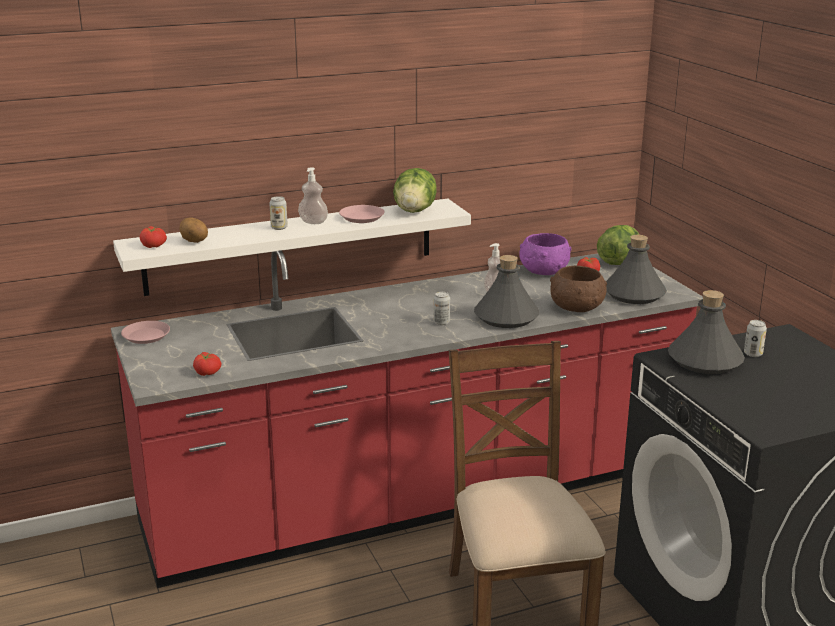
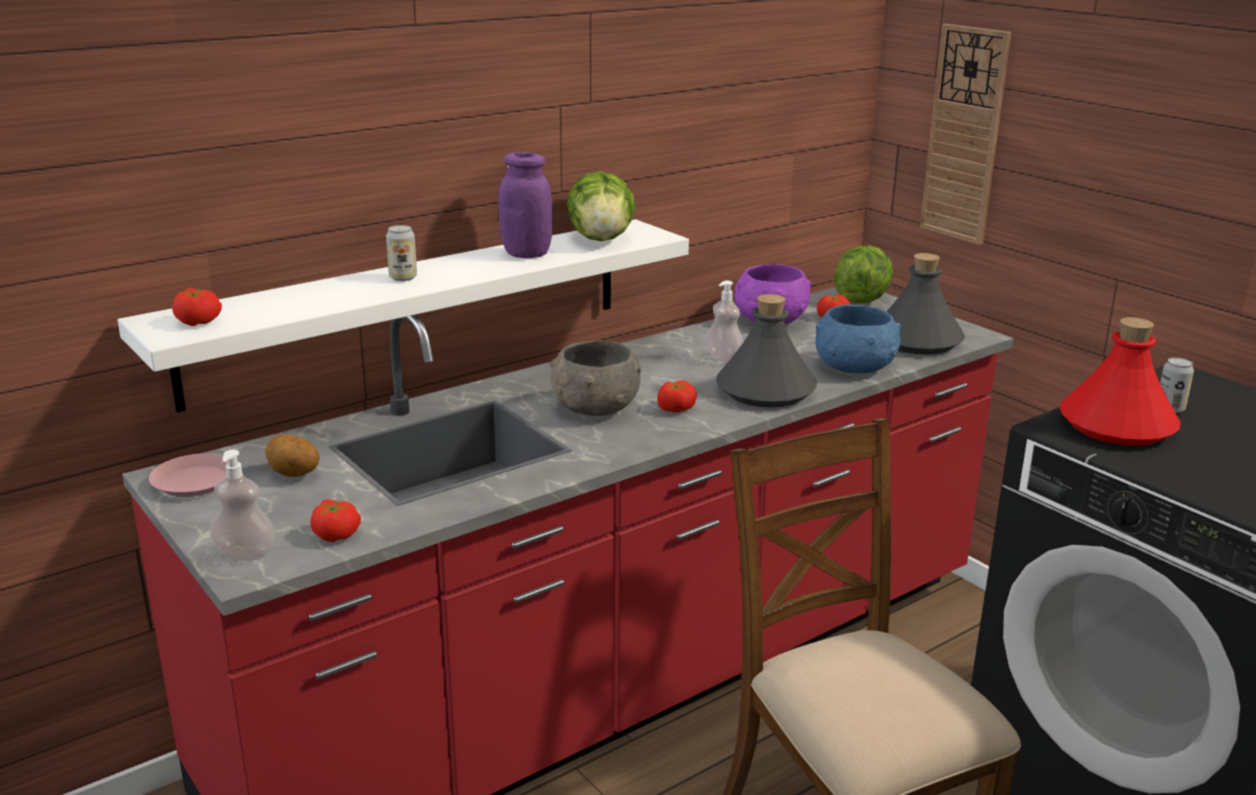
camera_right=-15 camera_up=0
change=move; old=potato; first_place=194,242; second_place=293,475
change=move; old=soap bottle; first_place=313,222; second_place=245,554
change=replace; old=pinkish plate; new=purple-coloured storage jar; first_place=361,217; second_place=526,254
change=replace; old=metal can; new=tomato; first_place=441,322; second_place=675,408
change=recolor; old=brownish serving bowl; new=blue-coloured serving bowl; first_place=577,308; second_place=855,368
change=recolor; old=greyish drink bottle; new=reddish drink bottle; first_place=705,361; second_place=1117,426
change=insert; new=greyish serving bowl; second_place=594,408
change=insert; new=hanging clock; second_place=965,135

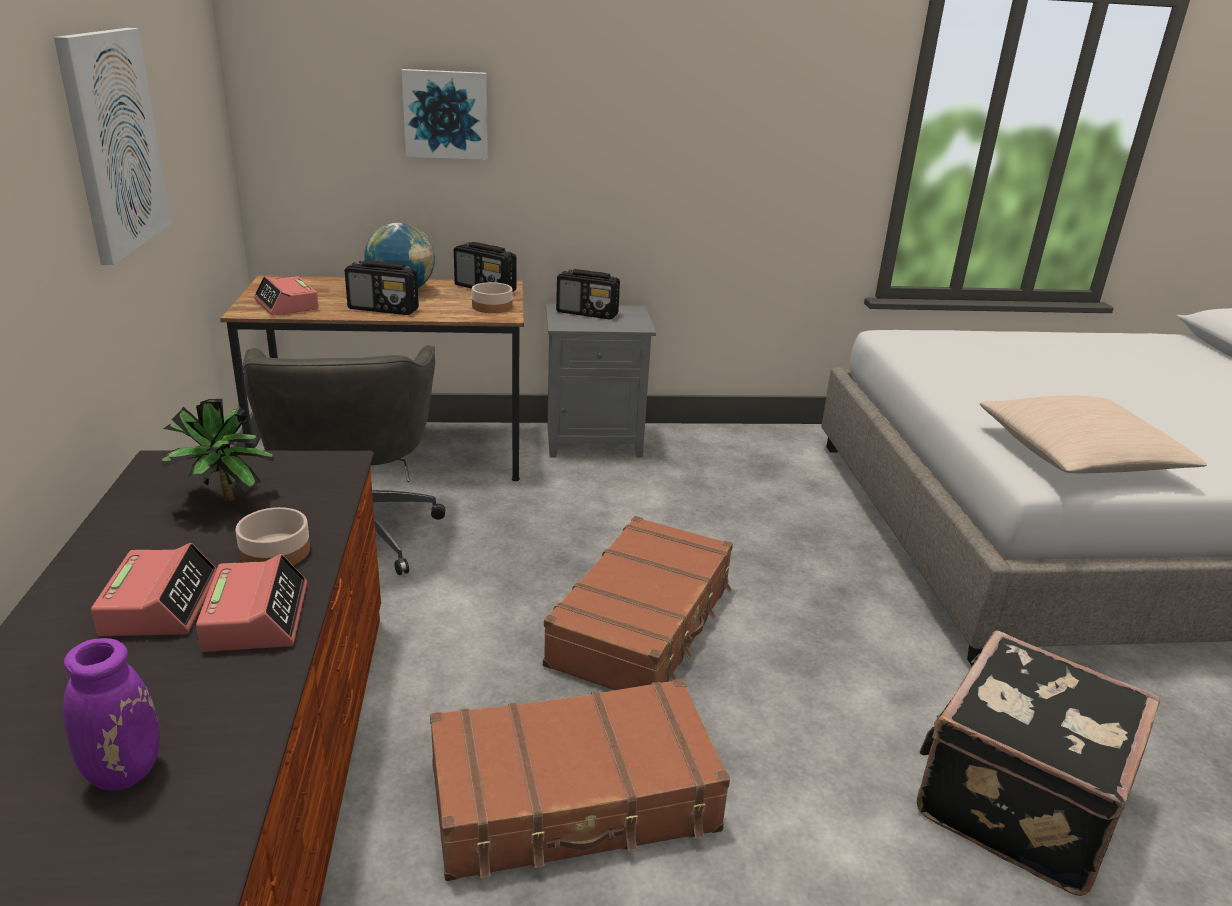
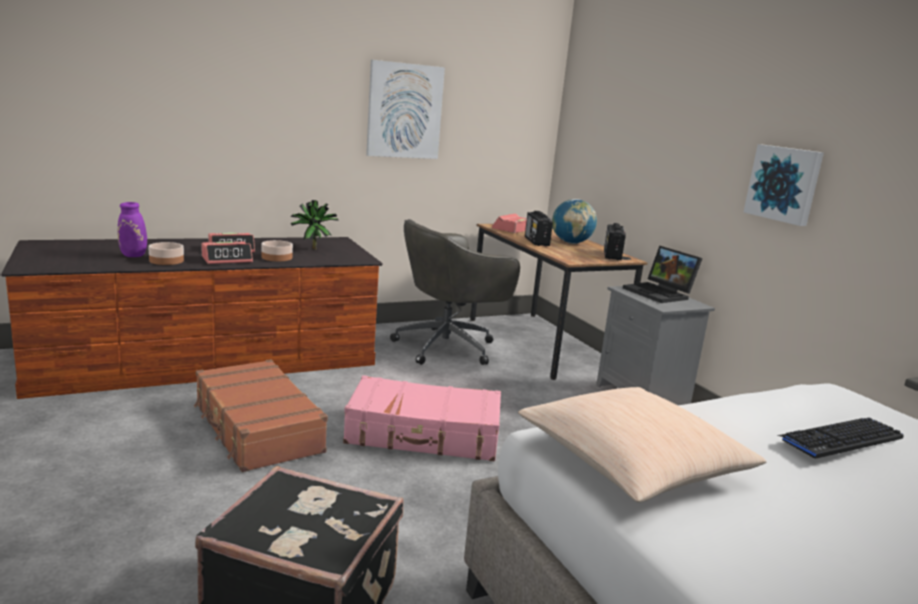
camera_right=70 camera_up=-10
change=move; old=wall art; first_place=446,114; second_place=784,184
change=move; old=serving bowl; first_place=491,306; second_place=167,260
change=recolor; old=brownish travel case; new=pinkish travel case; first_place=643,624; second_place=424,435
change=replace; old=radio set; new=portable computer; first_place=587,313; second_place=660,293
change=insert; new=PC keyboard; second_place=840,439

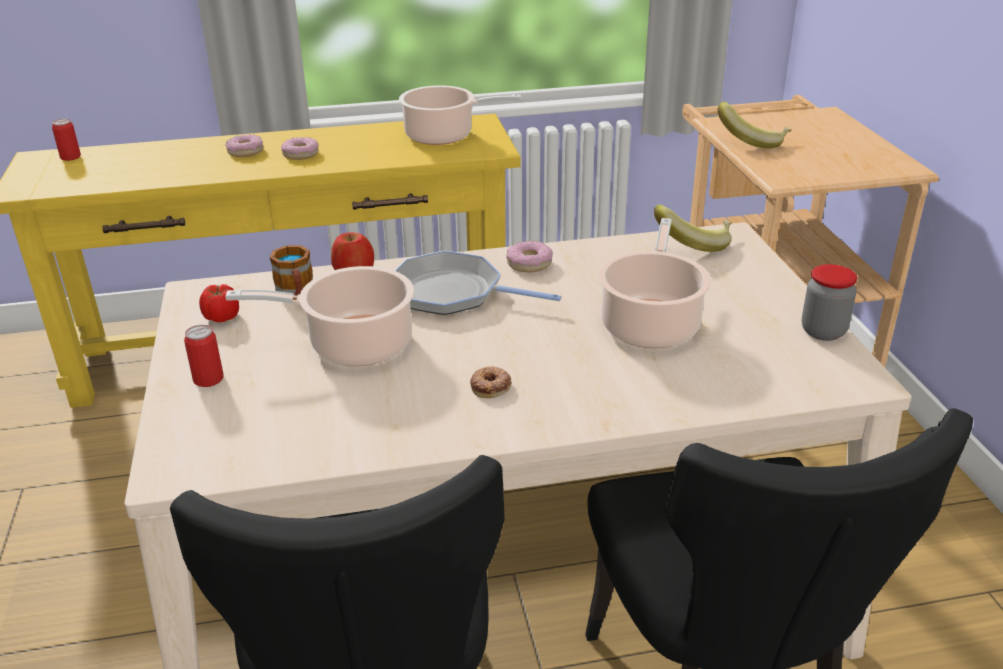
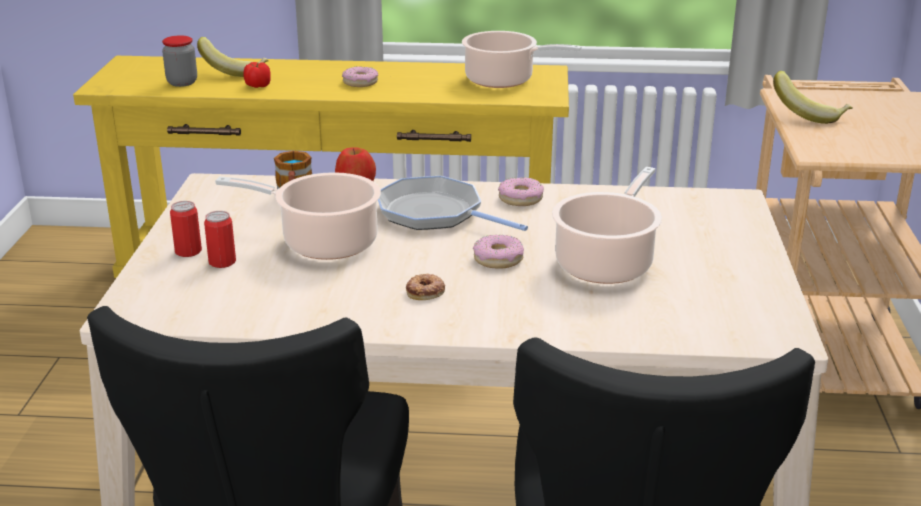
camera_right=15 camera_up=-5
change=move; old=metal can; first_place=70,157; second_place=222,262
change=move; old=tomato; first_place=221,318; second_place=257,86
change=move; old=ring doughnut; first_place=245,151; second_place=498,259
change=move; old=banana; first_place=693,243; second_place=234,72
change=move; old=storage jar; first_place=823,331; second_place=182,82

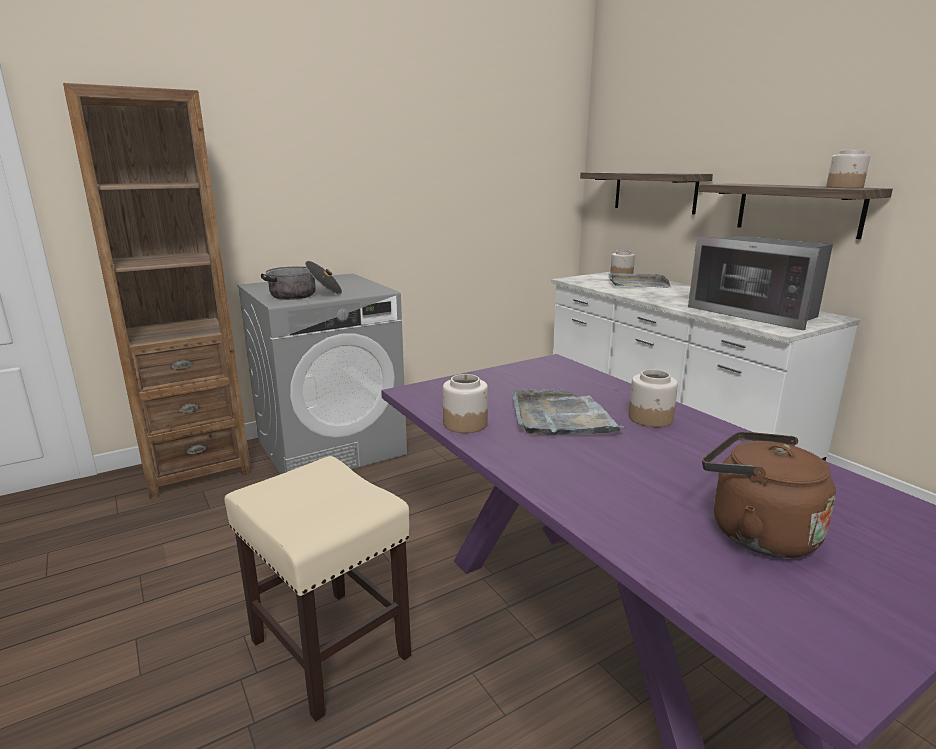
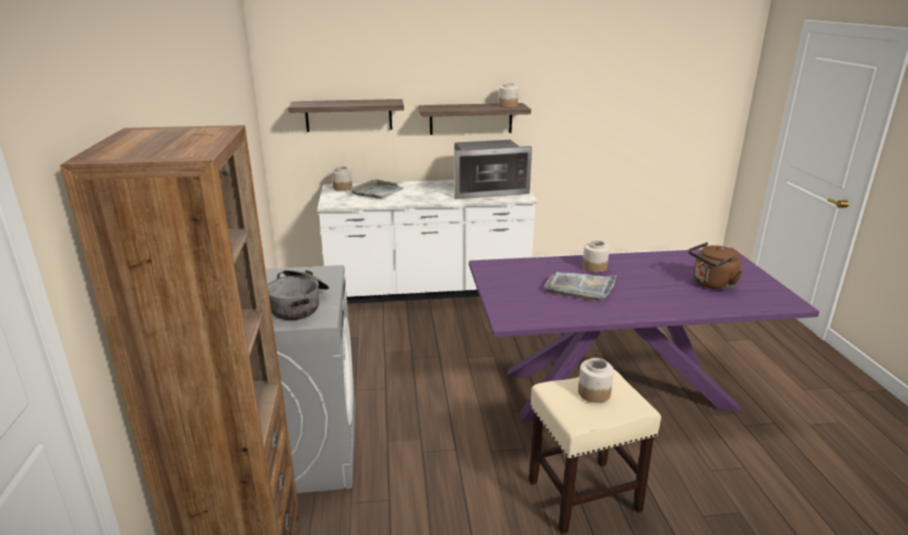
camera_right=-65 camera_up=5
change=move; old=storage jar; first_place=465,423; second_place=593,393

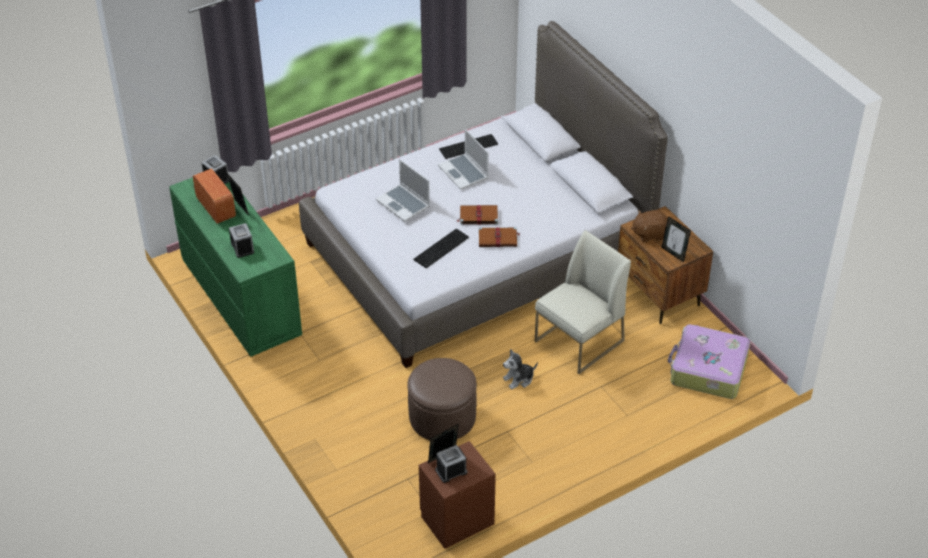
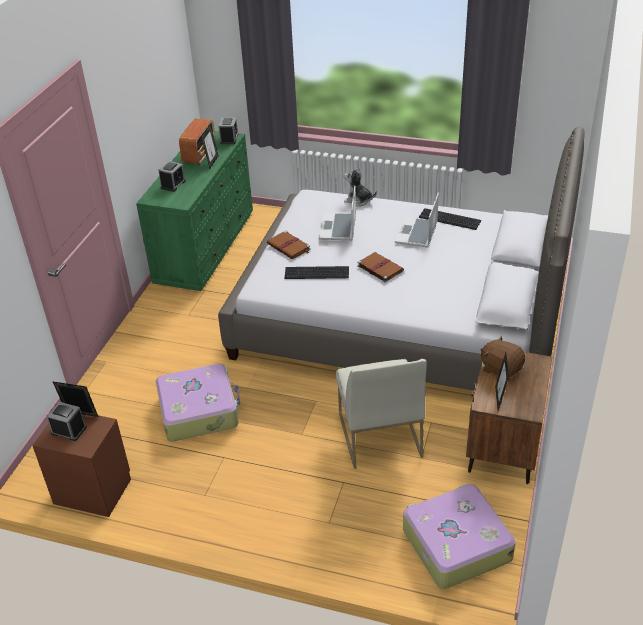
camera_right=50 camera_up=-5
change=replace; old=brownish pouffe; new=travel case; first_place=442,417; second_place=199,410
change=move; old=brownish bound book; first_place=498,238; second_place=289,247
change=move; old=soft toy; first_place=519,379; second_place=358,200
change=rotate; old=whitish upright chair; first_place=579,341; second_place=378,434; degrees=75

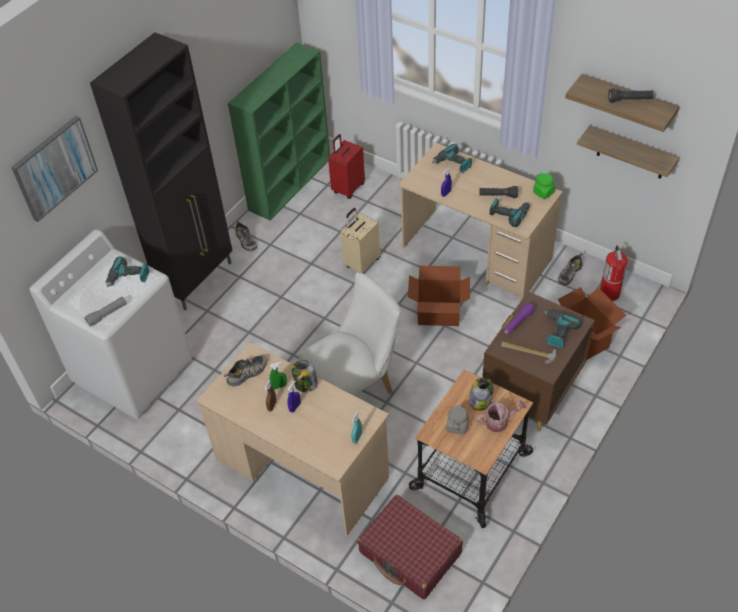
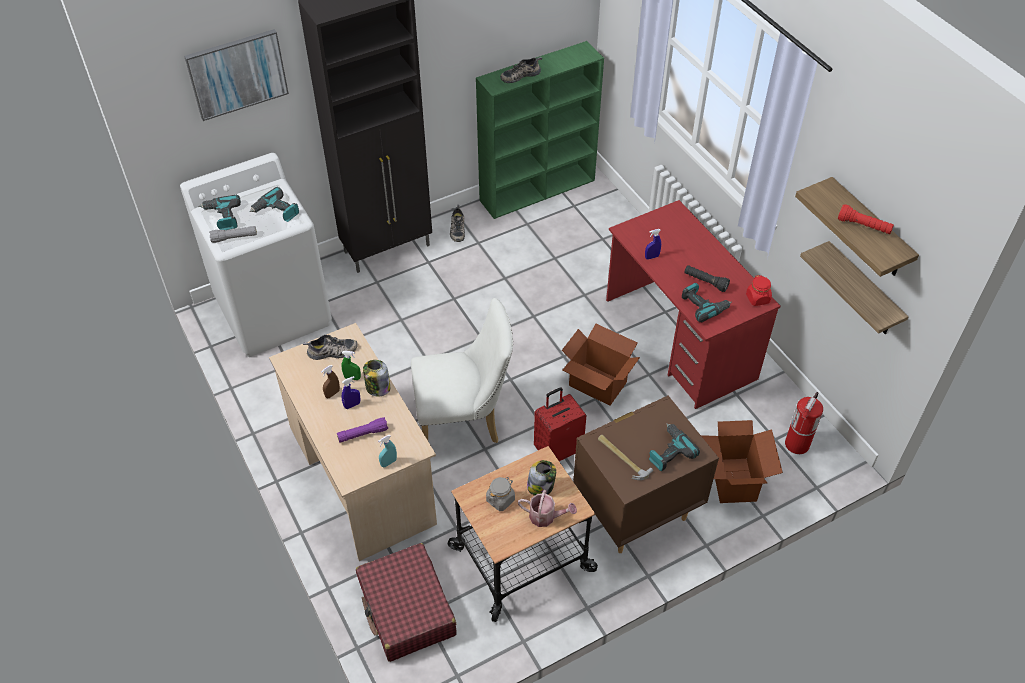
camera_right=25 camera_up=0
change=move; old=reddish travel case; first_place=348,188; second_place=558,450
change=delete; old=sand-coloured travel case; first_place=361,262
change=recolor; old=sand-coloured desk unit; new=reddish desk unit; first_place=476,254; second_place=679,339
change=move; old=electric drill; first_place=452,164; second_place=223,217
change=move; old=purple-coloured hand torch; first_place=518,322; second_place=363,434
change=recolor; old=green storage jar; new=reddish storage jar; first_place=543,192; second_place=758,298
change=move; old=low shoe; first_place=569,273; second_place=520,75
change=recolor; old=black-coloured hand torch; new=reddish hand torch; first_place=629,100; second_place=864,226

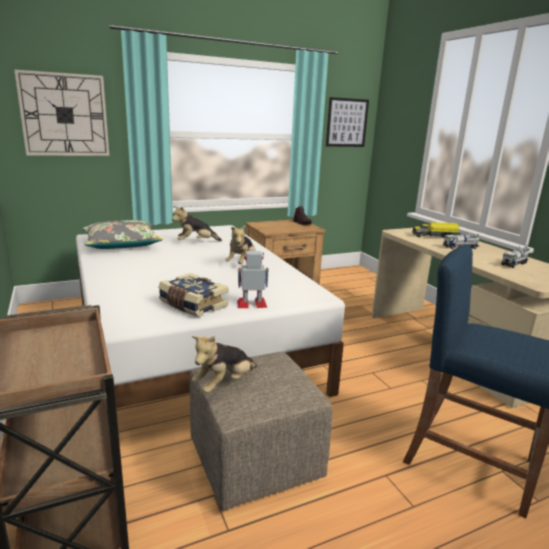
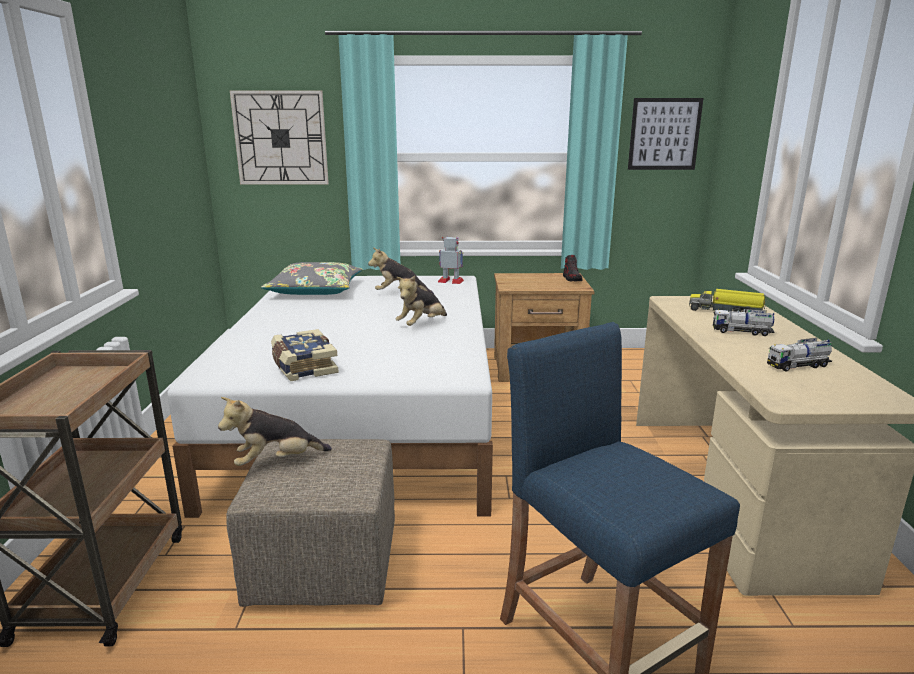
camera_right=25 camera_up=0
change=move; old=toy robot; first_place=252,304; second_place=451,281

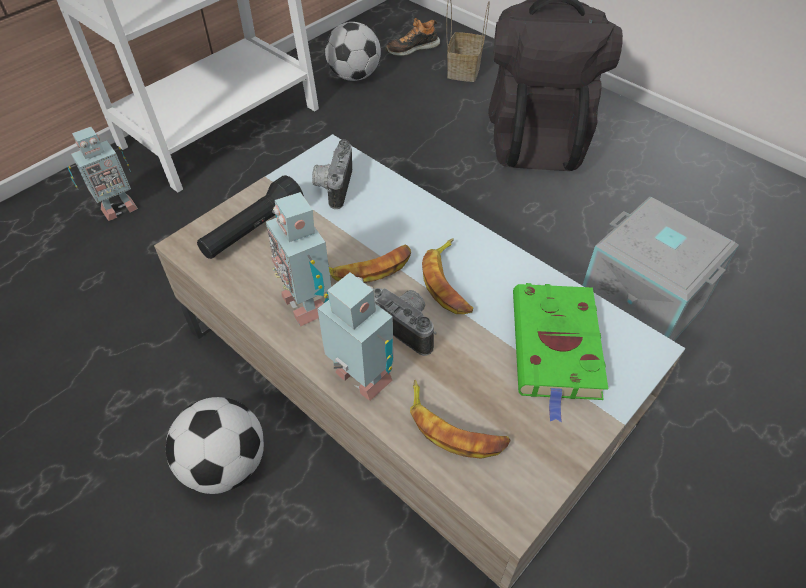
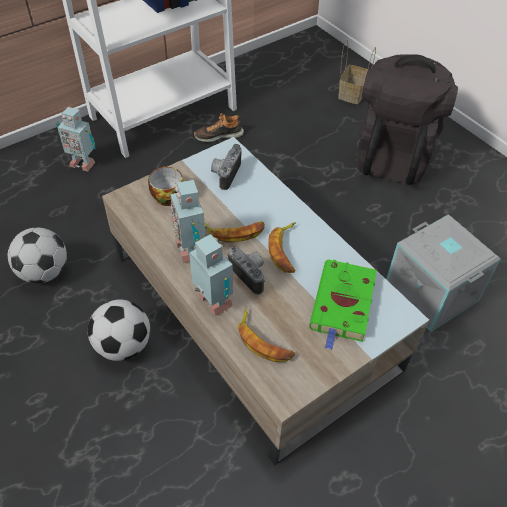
camera_right=10 camera_up=0
change=rotate; old=toy robot; first_place=117,208; second_place=82,163; degrees=45
change=replace; old=black-coloured hand torch; new=small cup; first_place=253,231; second_place=166,196
change=move; old=football ball; first_place=354,76; second_place=44,272
change=move; old=low shoe; first_place=412,48; second_place=218,135

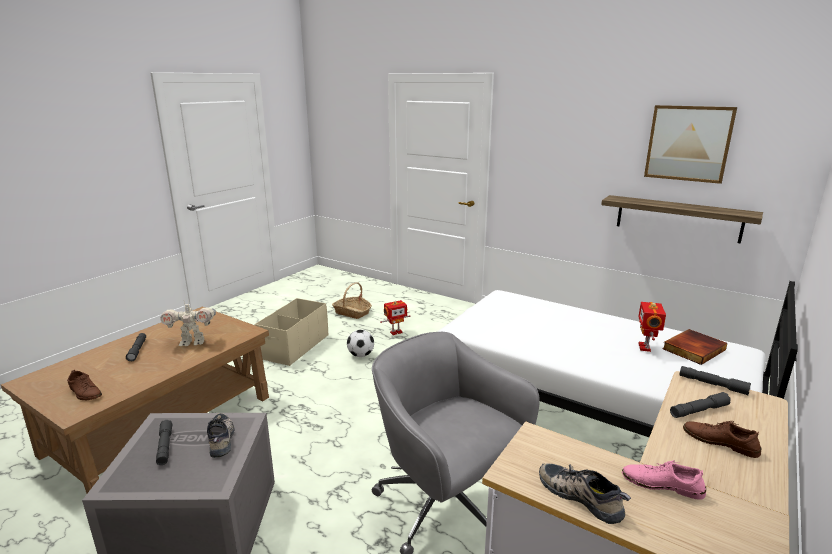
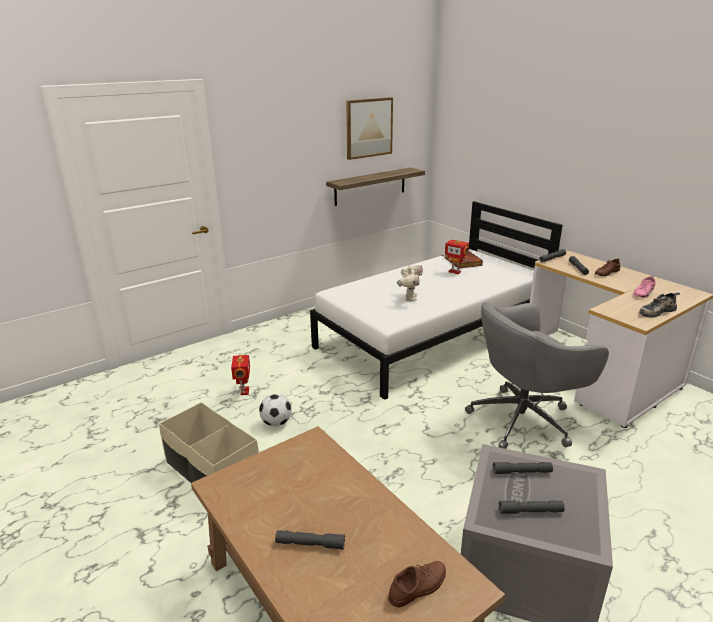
camera_right=-70 camera_up=5
change=move; old=toy robot; first_place=192,342; second_place=409,298
change=replace; old=low shoe; new=greyish hand torch; first_place=222,438; second_place=522,472
change=delete; old=household basket; first_place=352,312

